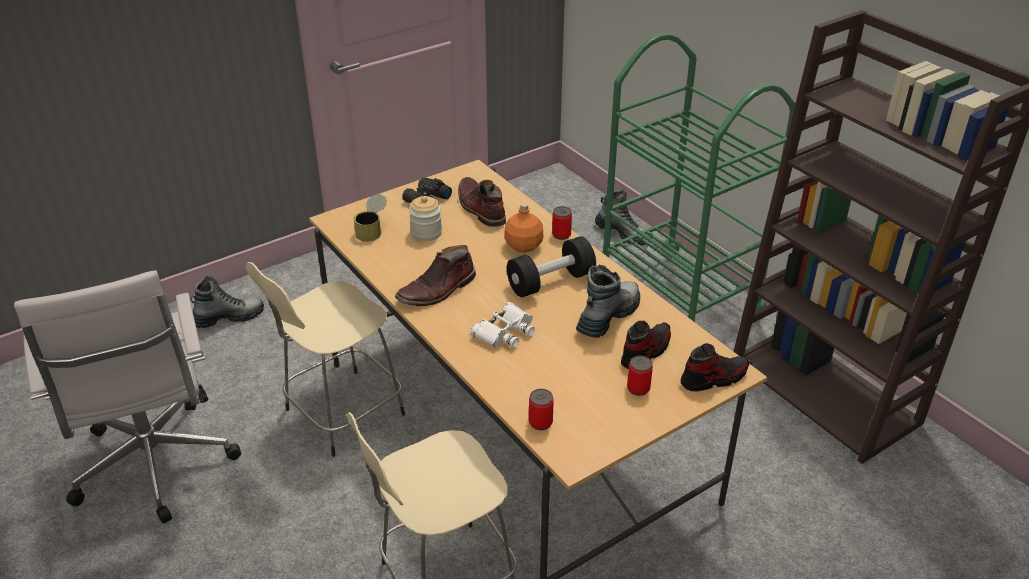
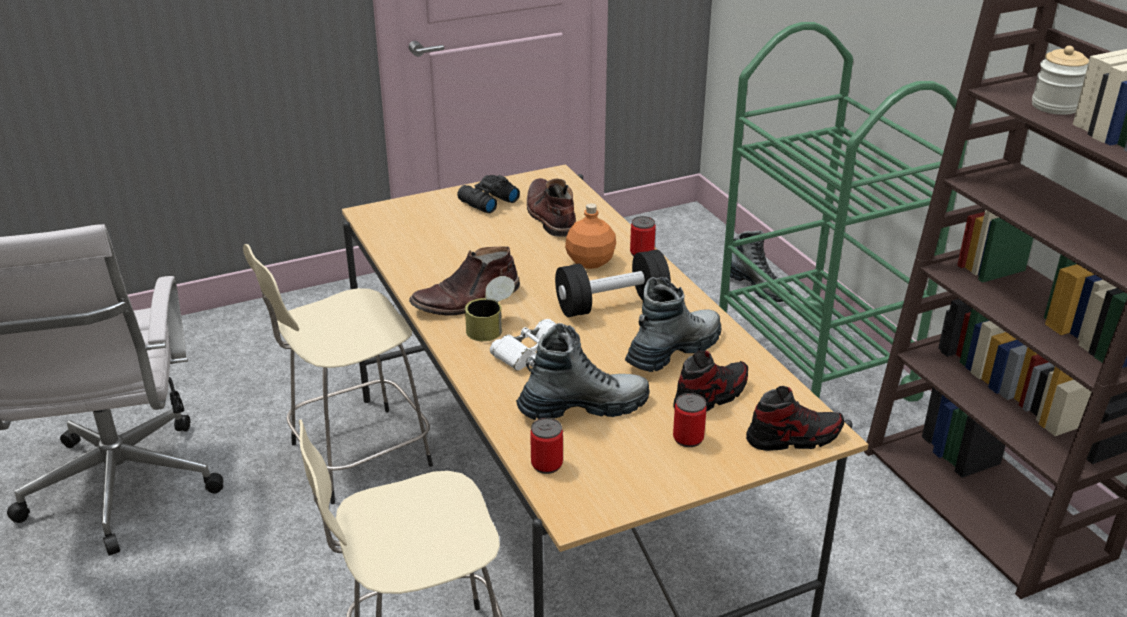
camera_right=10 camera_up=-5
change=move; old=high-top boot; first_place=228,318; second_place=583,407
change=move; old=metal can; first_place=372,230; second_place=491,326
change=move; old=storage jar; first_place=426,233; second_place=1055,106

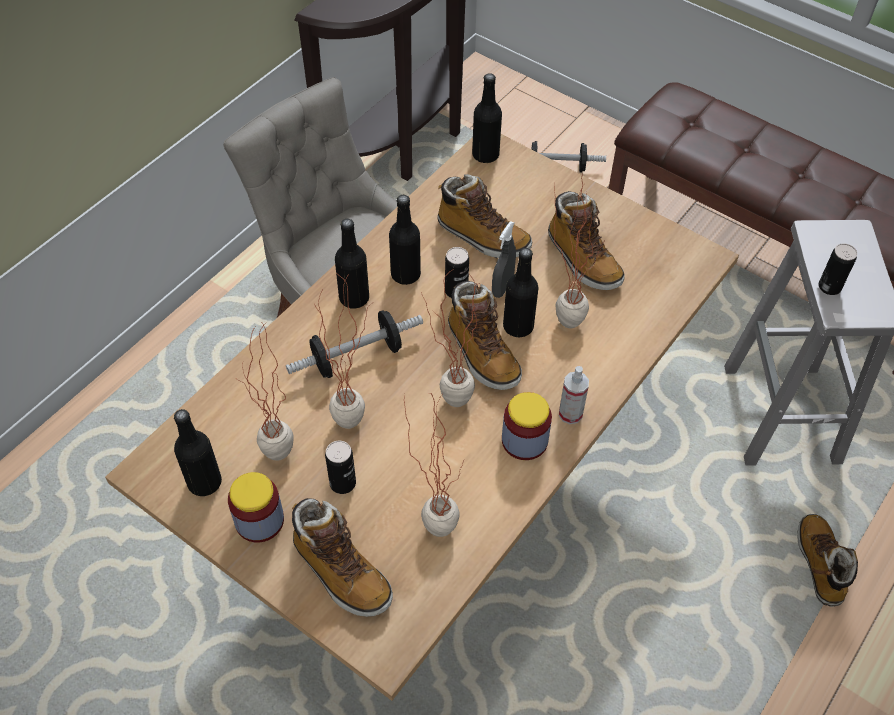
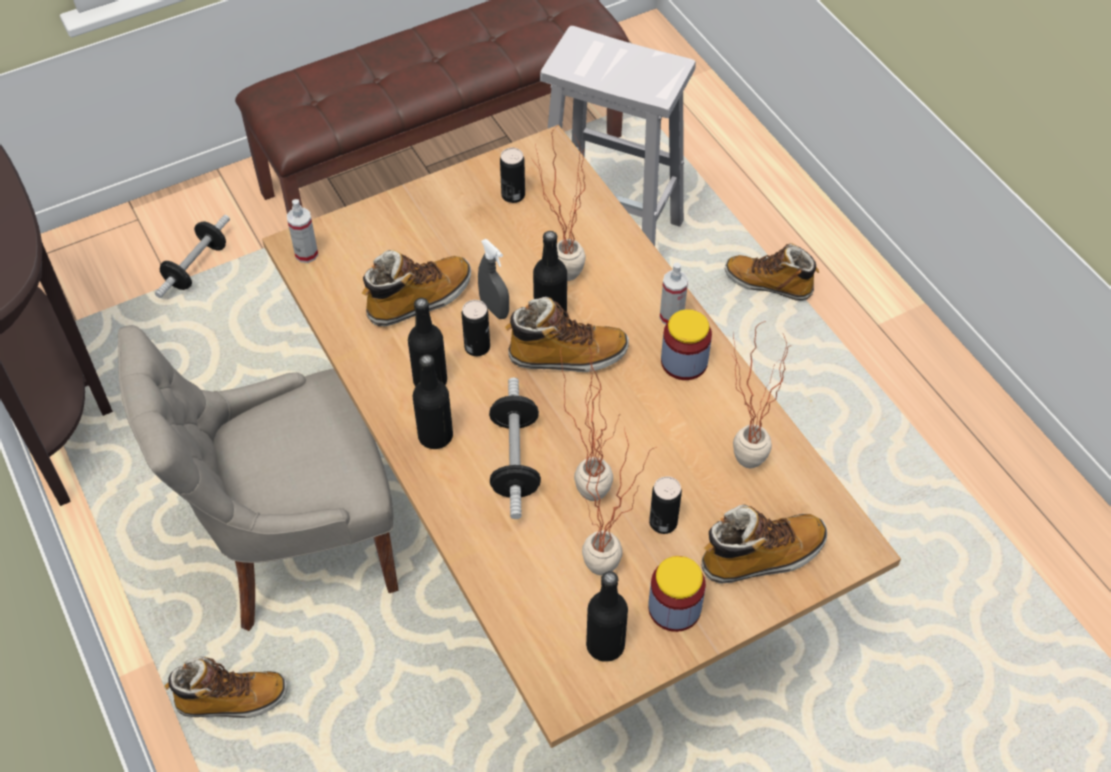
camera_right=-65 camera_up=0
change=delete; old=potted plant; first_place=447,405
change=replace; old=black-coloured drink bottle; new=hand sprayer; first_place=485,155; second_place=306,254
change=move; old=high-top boot; first_place=582,260; second_place=232,700
change=move; old=metal can; first_place=829,287; second_place=513,195

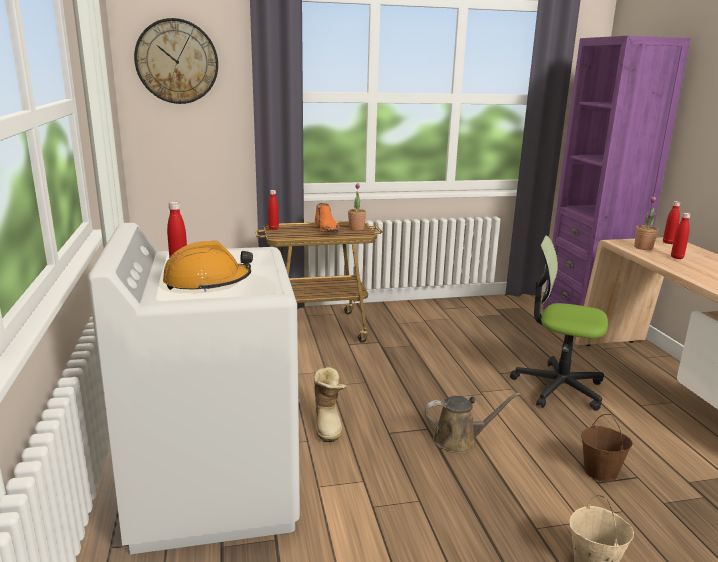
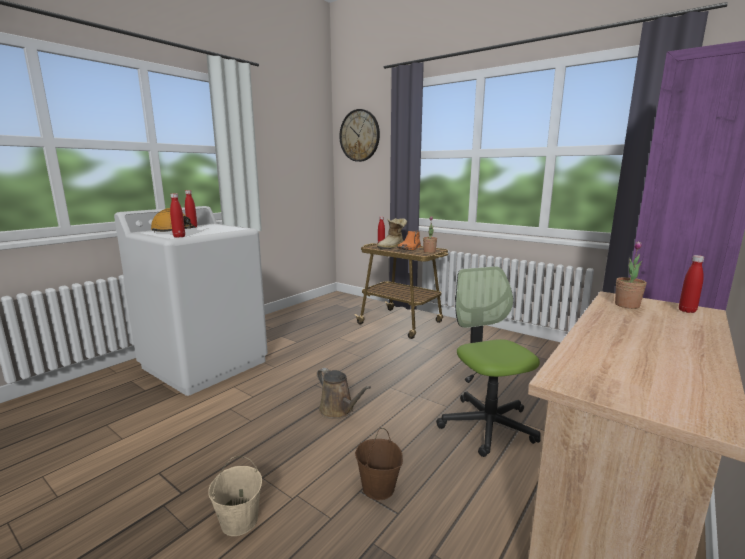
camera_right=50 camera_up=-5
change=move; old=high-top boot; first_place=329,424; second_place=392,247
change=move; old=reddish drink bottle; first_place=677,257; second_place=179,236

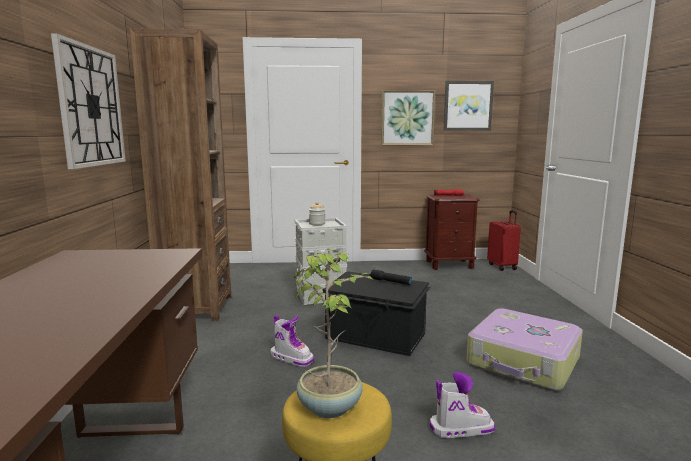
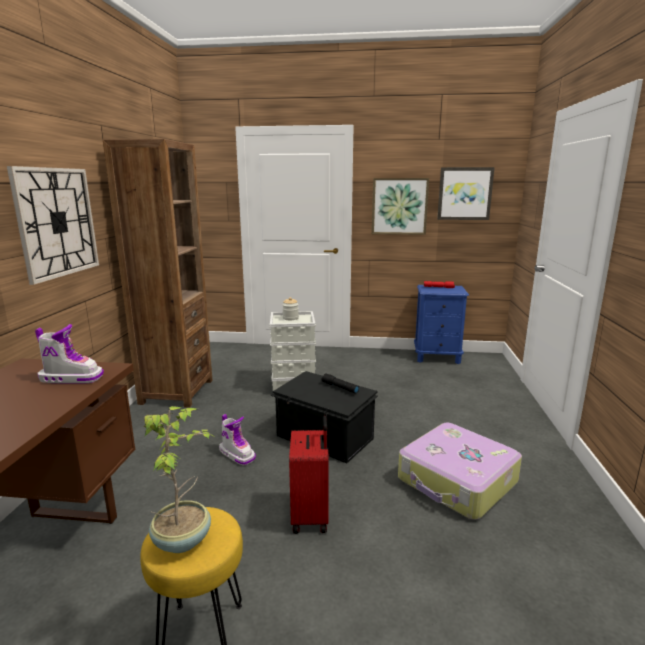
camera_right=10 camera_up=5
change=recolor; old=brownish night table; new=blue-coloured night table; first_place=449,264; second_place=437,357
change=move; old=high-top boot; first_place=460,428; second_place=71,378
change=move; old=reddish travel case; first_place=502,266; second_place=311,516

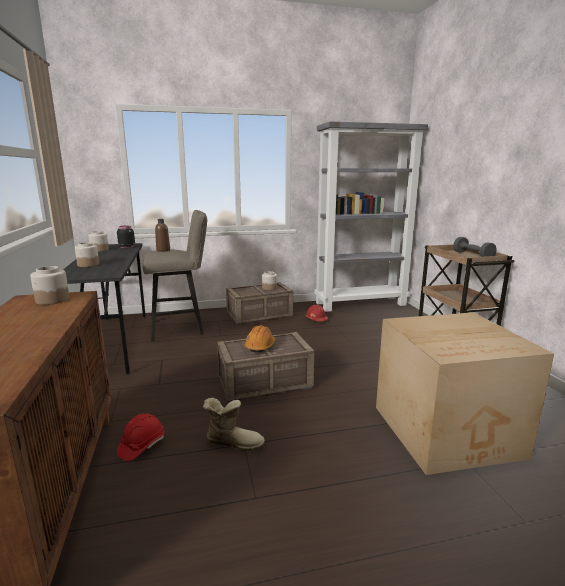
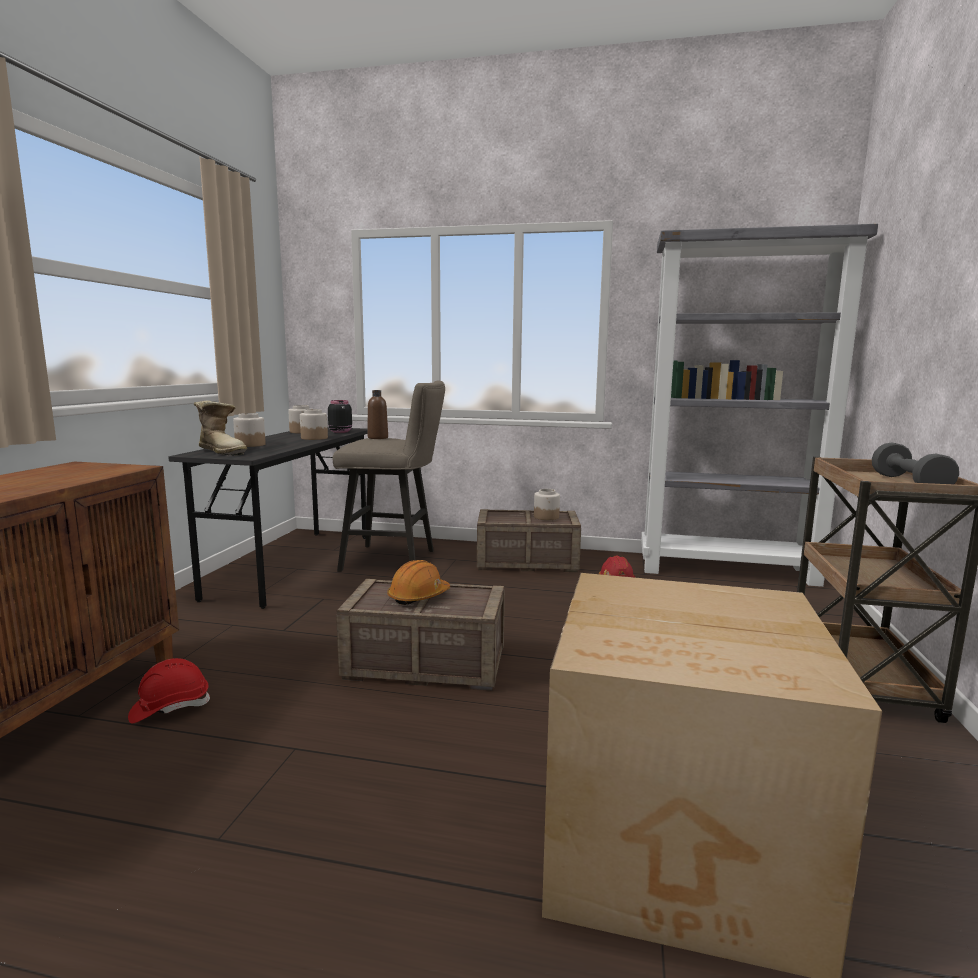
camera_right=25 camera_up=-5
change=move; old=storage jar; first_place=52,300; second_place=314,438
change=move; old=high-top boot; first_place=233,442; second_place=223,451

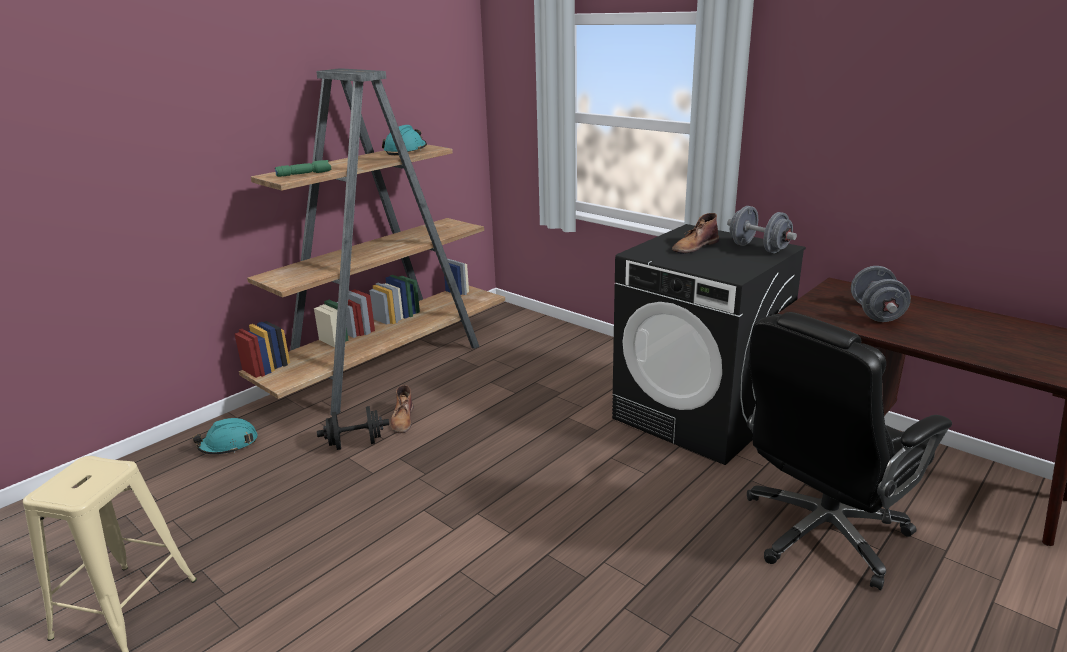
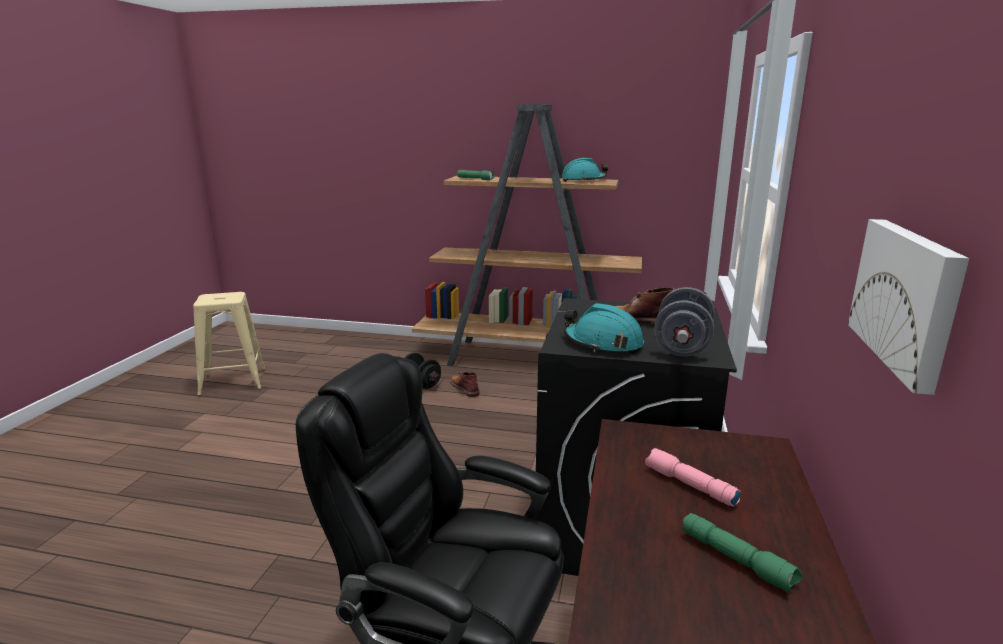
camera_right=60 camera_up=-5
change=move; old=turquoise-coloured hard hat; first_place=229,444; second_place=603,343
change=rotate; old=brownish high-top boot; first_place=402,419; second_place=464,388; degrees=90
change=replace; old=greyish dumbbell; new=pinkish hand torch; first_place=876,313; second_place=689,485
change=insert; new=green hand torch; second_place=737,560
change=insert; new=wall art; second_place=908,297

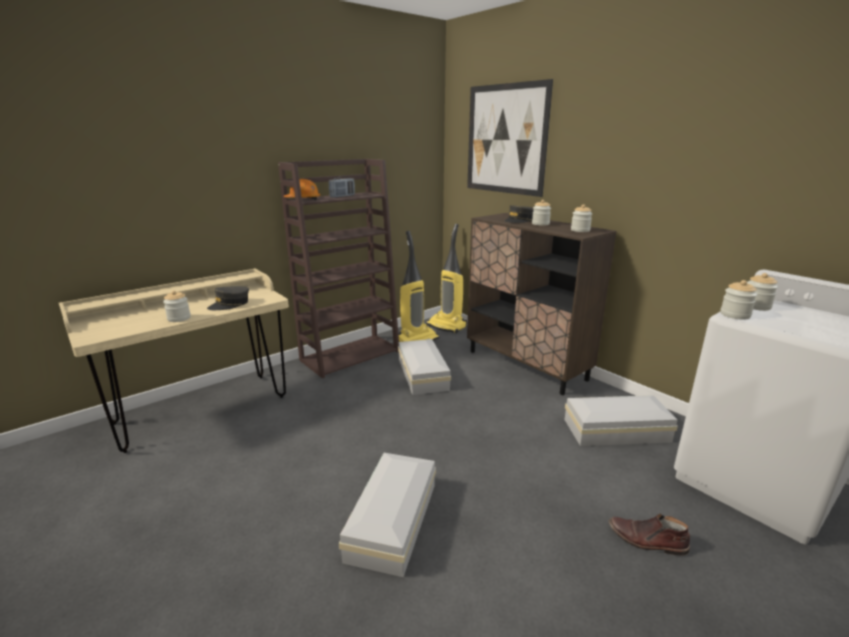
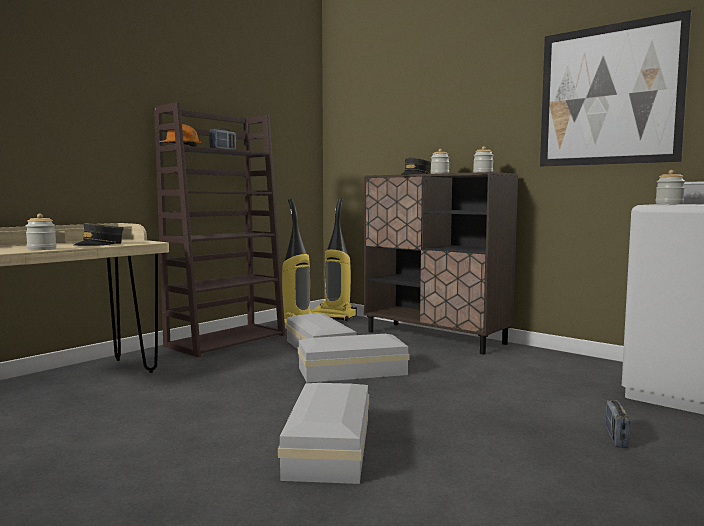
camera_right=-10 camera_up=-15
change=move; old=wall art; first_place=505,139; second_place=609,95
change=move; old=whitish storage container; first_place=618,431; second_place=354,371
change=replace; old=brownish high-top boot; new=radio set; first_place=646,540; second_place=616,438
change=delete; old=storage jar; first_place=735,315

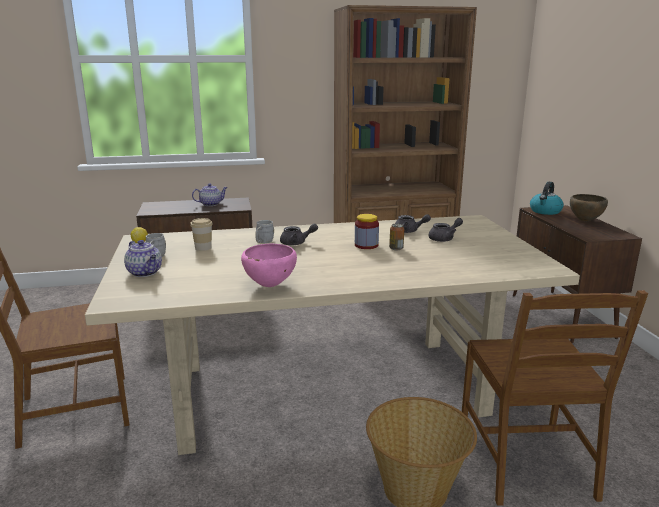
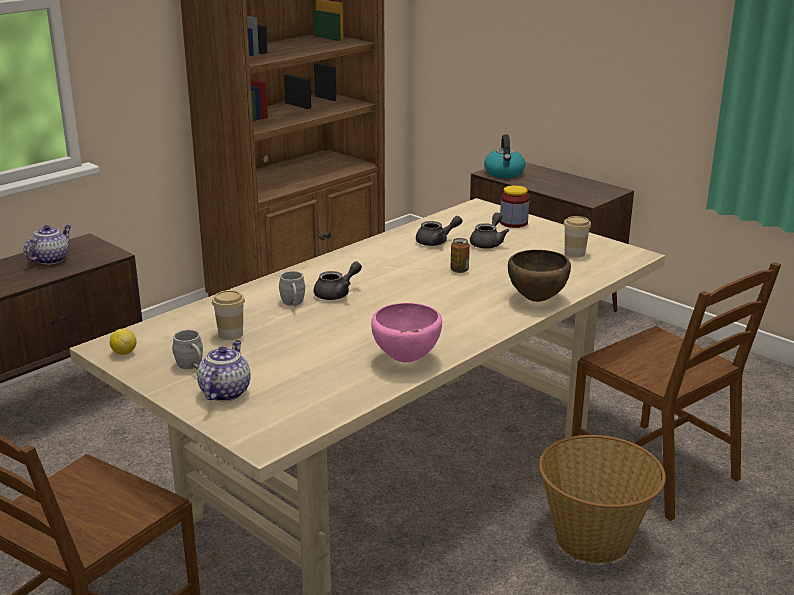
camera_right=-35 camera_up=5
change=rotate; old=tea pot; first_place=145,273; second_place=225,392; degrees=-90
change=move; old=storage jar; first_place=366,245; second_place=513,223
change=move; old=brownish serving bowl; first_place=585,220; second_place=537,299
change=insert; new=small cup; second_place=574,253

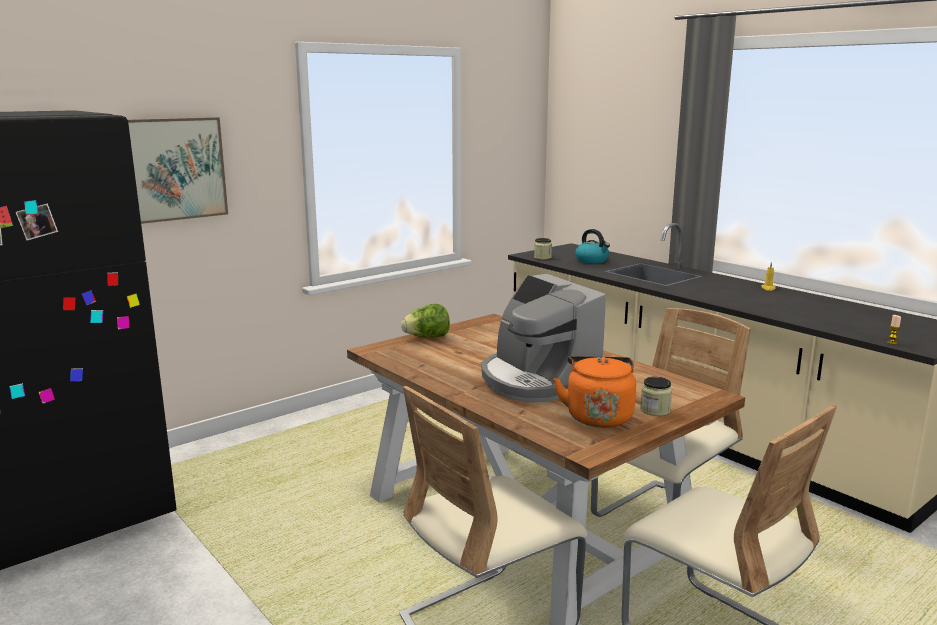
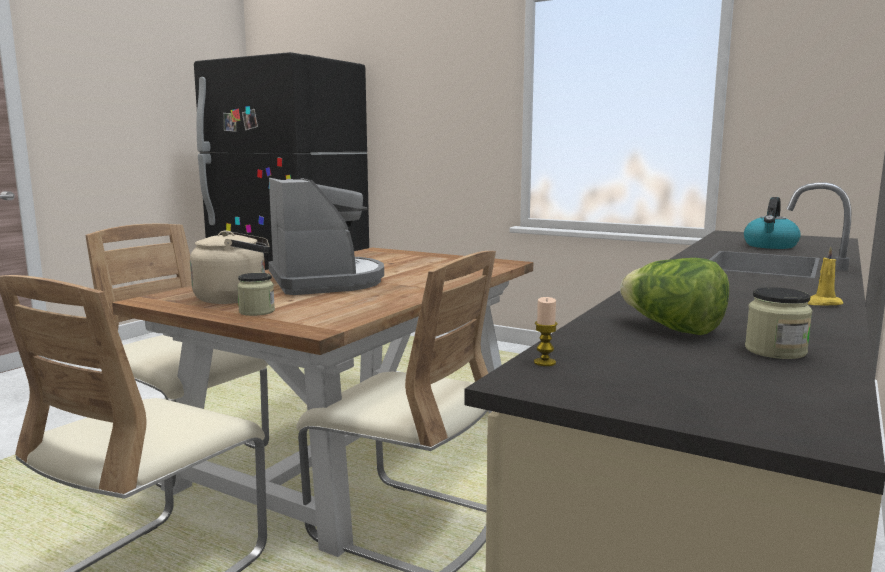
camera_right=70 camera_up=-5
change=delete; old=wall art; first_place=173,169
change=move; old=head of lettuce; first_place=427,337; second_place=672,328
change=rotate; old=coffee maker; first_place=537,381; second_place=326,281; degrees=120
change=move; old=storage jar; first_place=542,257; second_place=775,351
change=recolor; old=orangey tea kettle; new=sand-coloured tea kettle; first_place=598,416; second_place=236,298

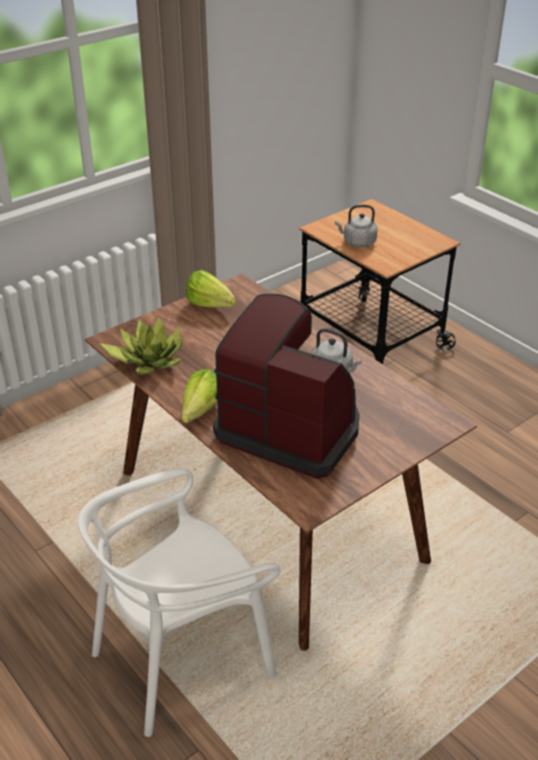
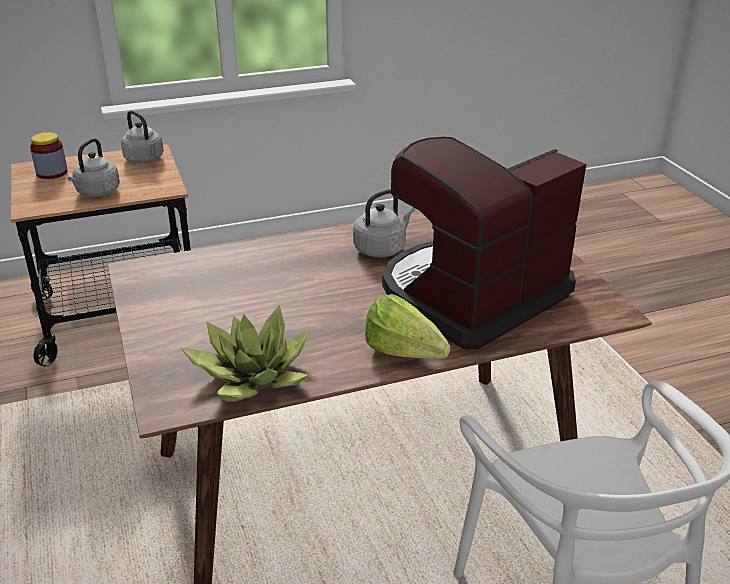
camera_right=-70 camera_up=-5
change=delete; old=head of lettuce; first_place=212,307
change=insert; new=storage jar; second_place=52,173
change=insert; new=greyish tea kettle; second_place=145,160

